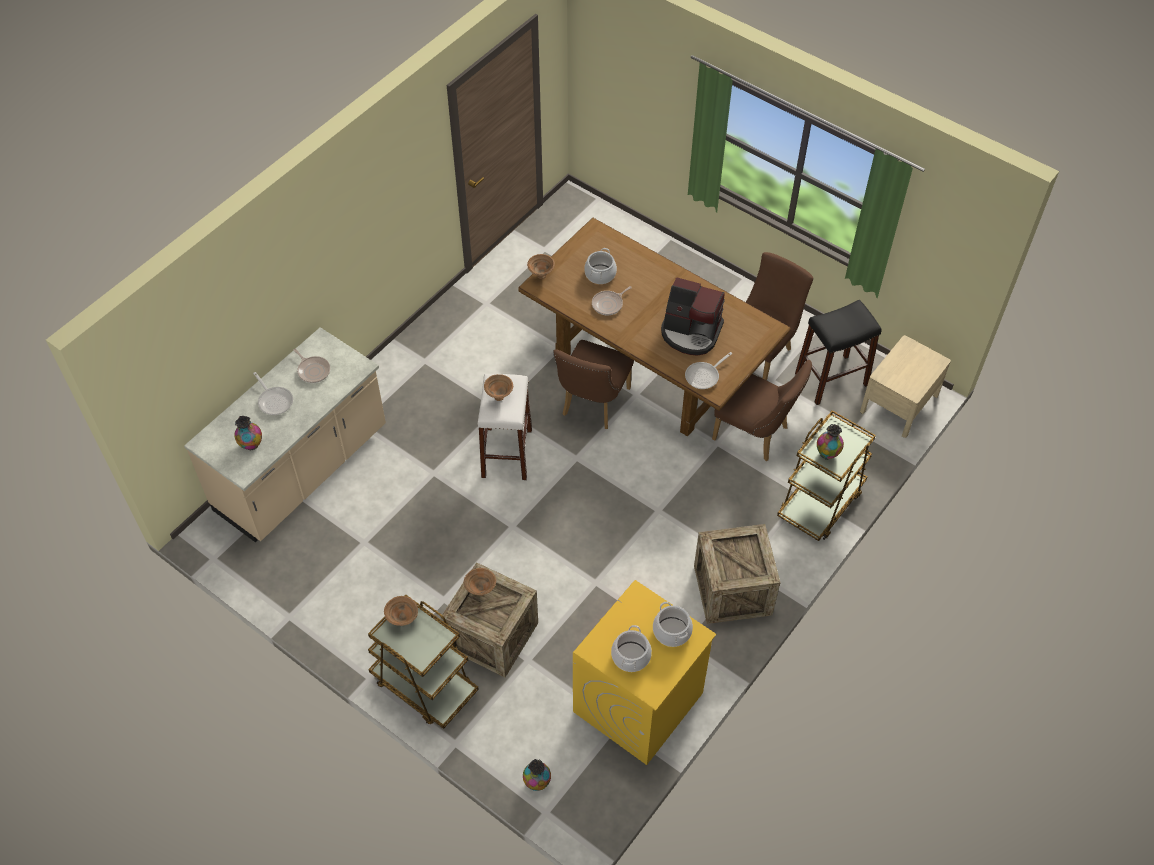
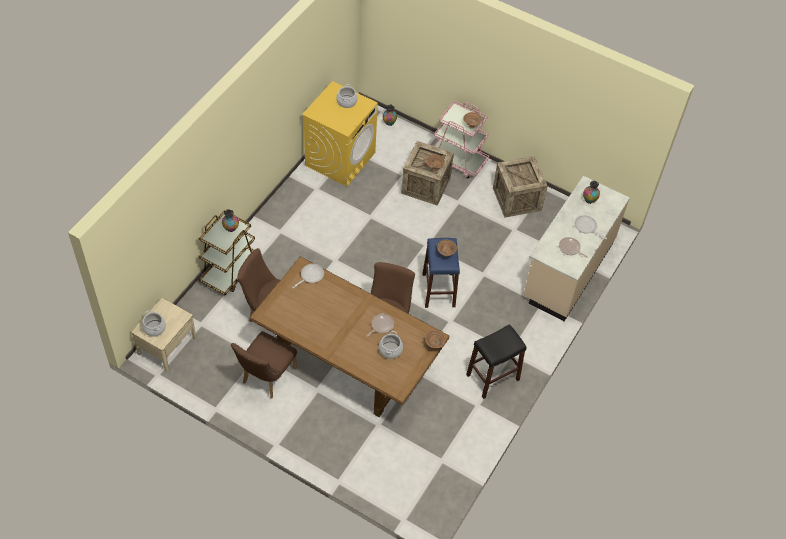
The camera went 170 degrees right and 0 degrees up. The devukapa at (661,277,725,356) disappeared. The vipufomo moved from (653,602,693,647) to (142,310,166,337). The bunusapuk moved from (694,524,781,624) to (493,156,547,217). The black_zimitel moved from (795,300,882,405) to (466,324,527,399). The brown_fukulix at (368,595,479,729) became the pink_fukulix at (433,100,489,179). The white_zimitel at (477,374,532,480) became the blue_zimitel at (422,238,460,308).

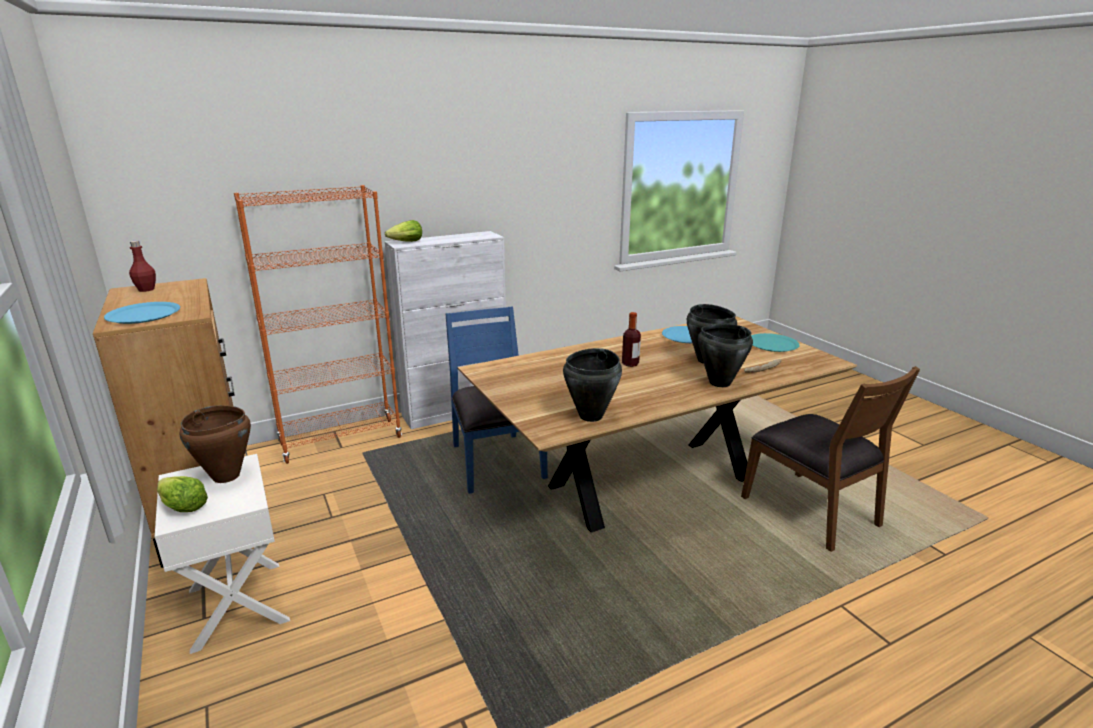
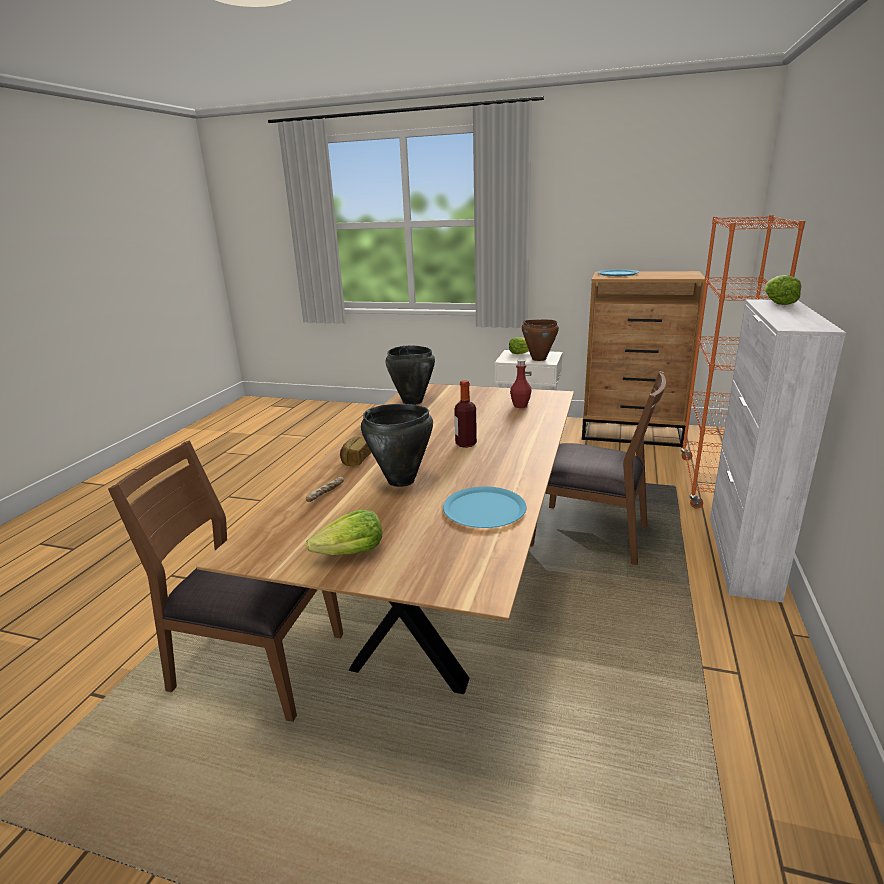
The camera went 135 degrees right and 0 degrees up. The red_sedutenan moved from (129,241,156,292) to (510,360,532,408). The black_vipufomo at (698,324,753,387) was replaced by the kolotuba at (340,436,371,466). The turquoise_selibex at (751,333,800,352) was replaced by the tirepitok at (306,510,382,555). The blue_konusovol at (445,306,548,493) became the brown_konusovol at (530,371,666,565).

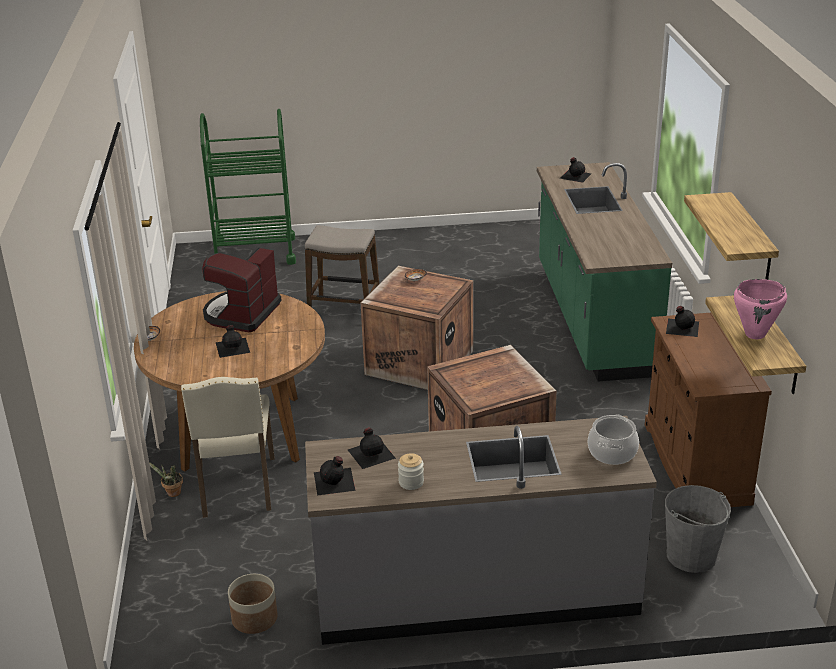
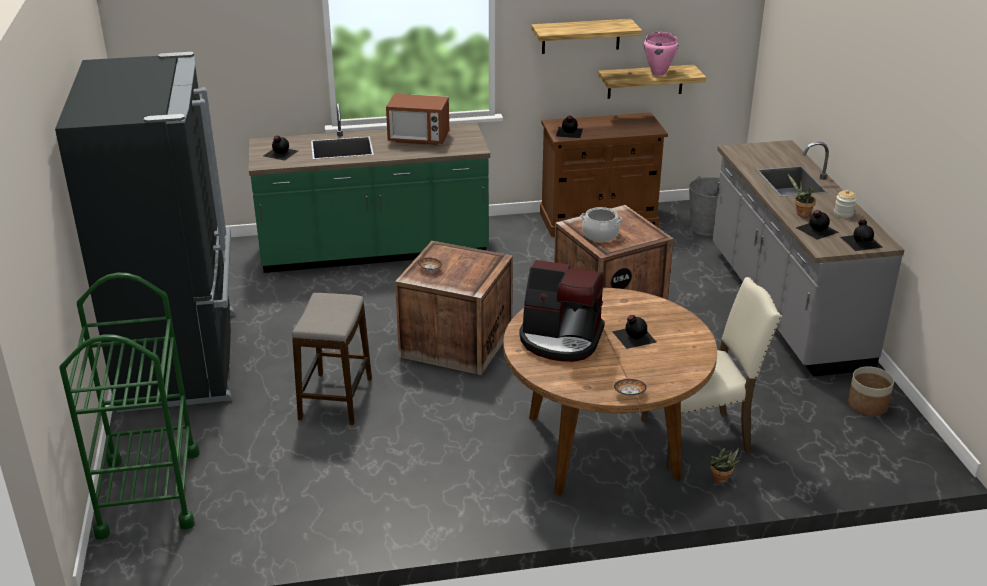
The camera went 95 degrees left and 0 degrees up. The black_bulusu at (55,52,235,412) appeared. The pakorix at (386,94,449,145) appeared. The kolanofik at (787,173,816,217) appeared. The vipufomo moved from (588,414,639,465) to (580,207,623,242).

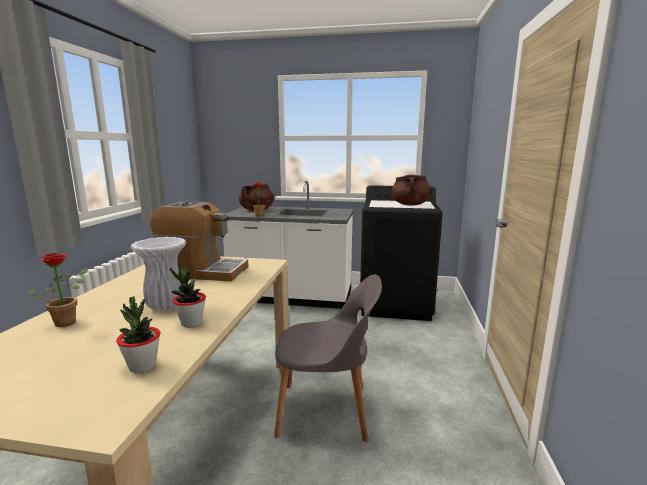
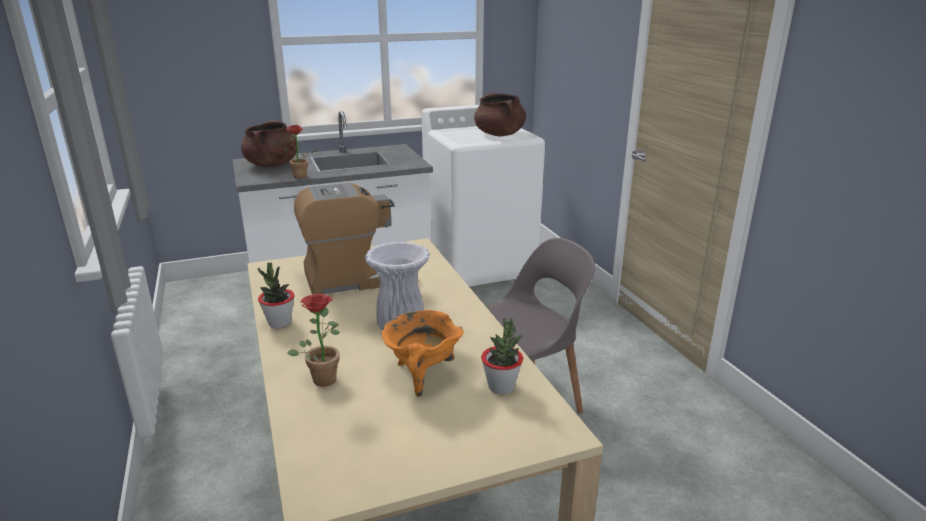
The camera went 30 degrees left and 10 degrees up. The orange_vipufomo at (382,310,464,397) appeared. The kolanofik moved from (170,266,206,328) to (258,262,294,328). The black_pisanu at (360,185,443,321) became the white_pisanu at (422,105,545,286).

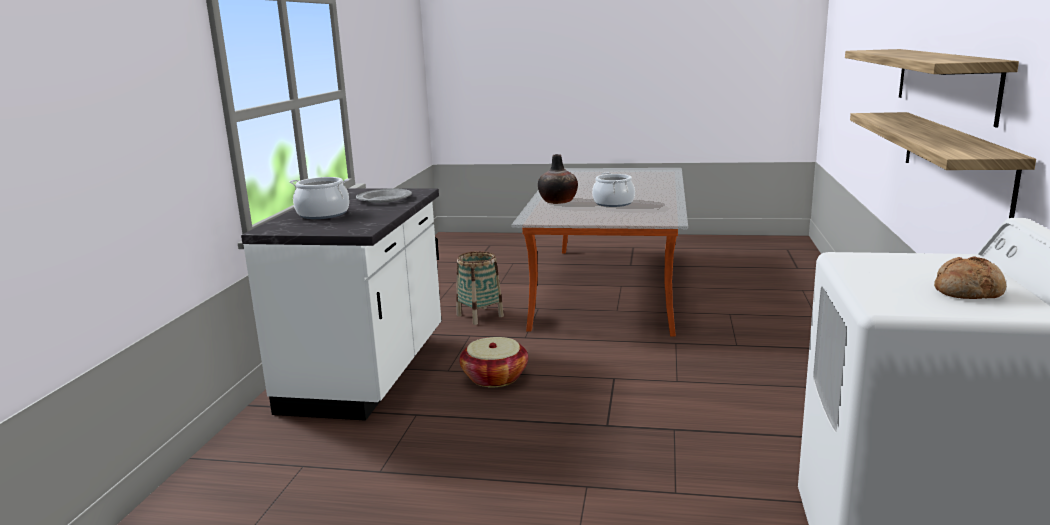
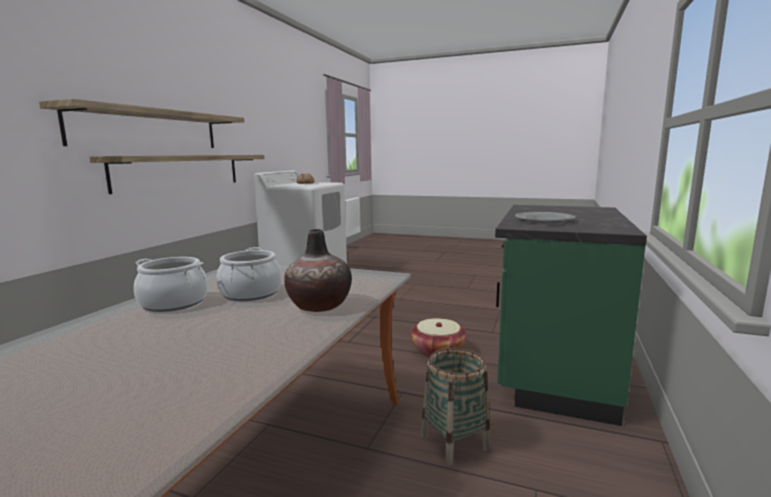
The camera went 170 degrees left and 5 degrees down. The vipufomo moved from (289,177,349,219) to (134,257,208,312). The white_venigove at (241,189,441,421) became the green_venigove at (495,205,647,426).

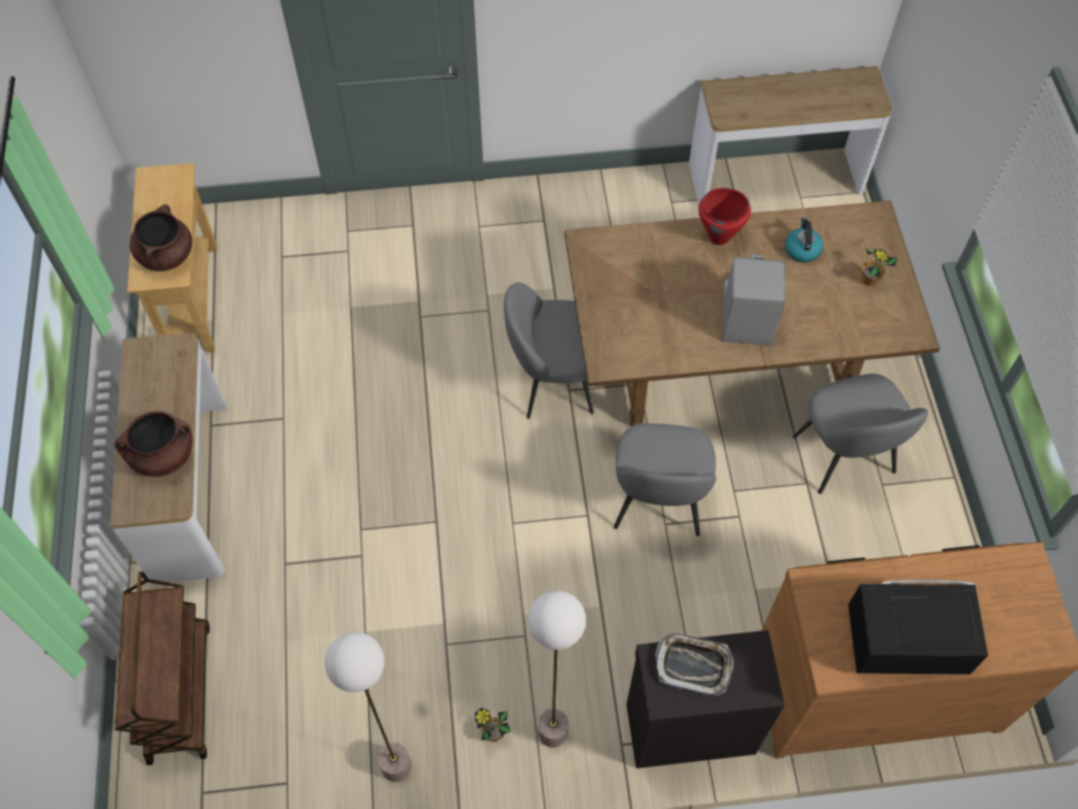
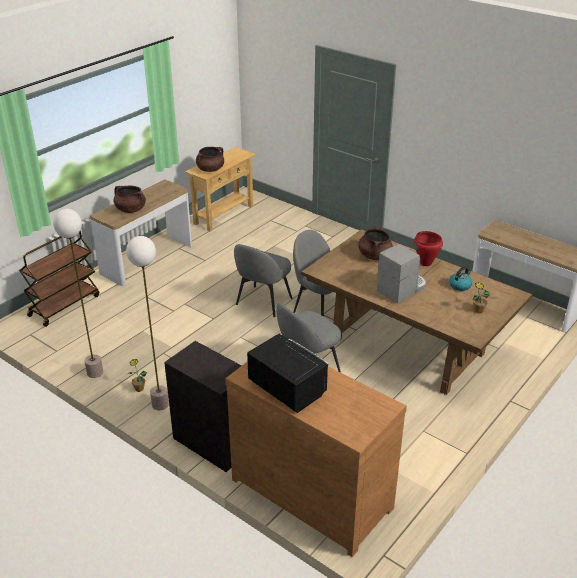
The camera went 45 degrees right and 25 degrees down. The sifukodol at (655,633,733,696) disappeared. The brown_vipufomo at (358,226,393,260) appeared. The grey_konusovol moved from (793,374,928,494) to (234,244,293,317).

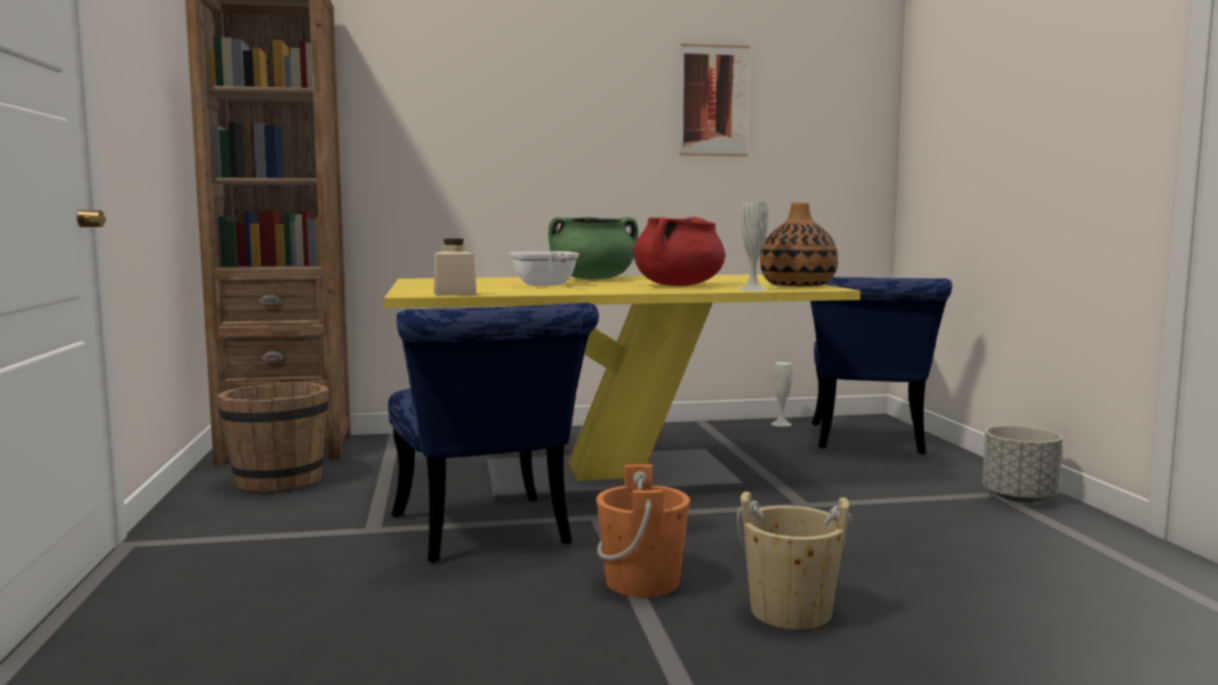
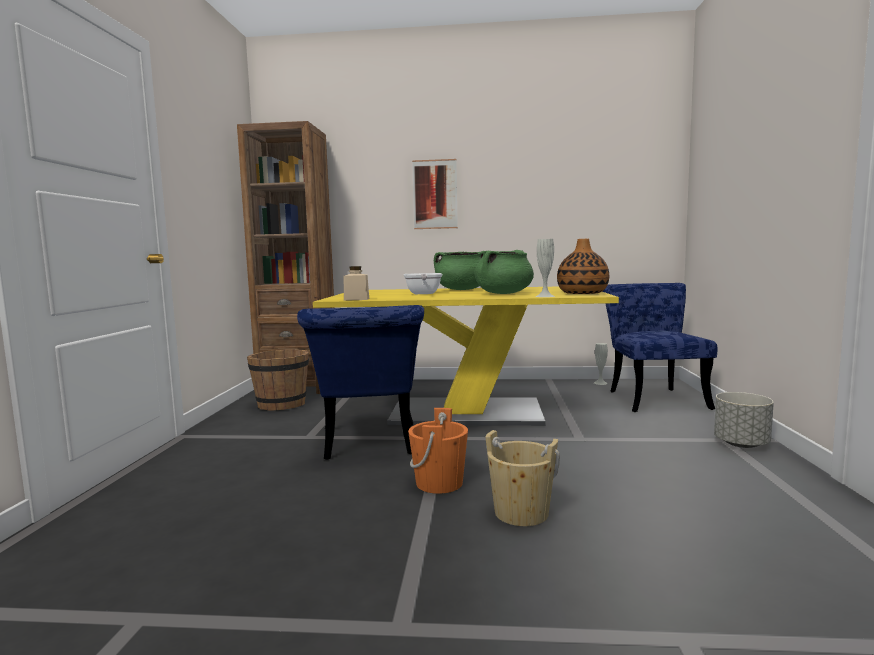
The camera went 15 degrees right and 0 degrees up. The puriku moved from (680,44,750,156) to (412,159,458,229). The red_vipufomo at (633,217,725,286) became the green_vipufomo at (475,250,534,294). The blue_konusovol at (810,277,952,454) turned 150 degrees clockwise.

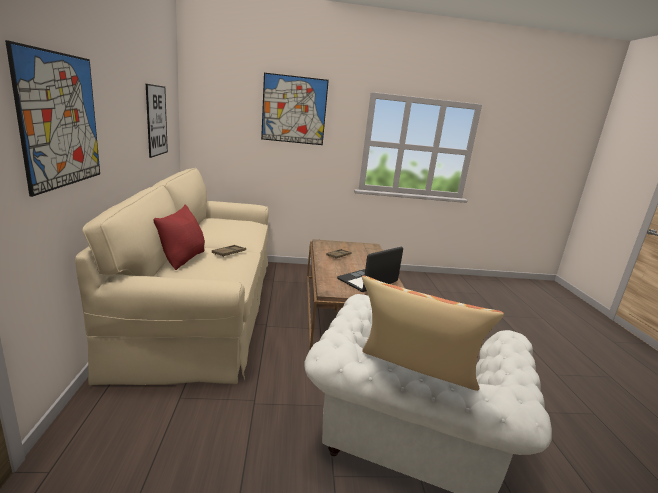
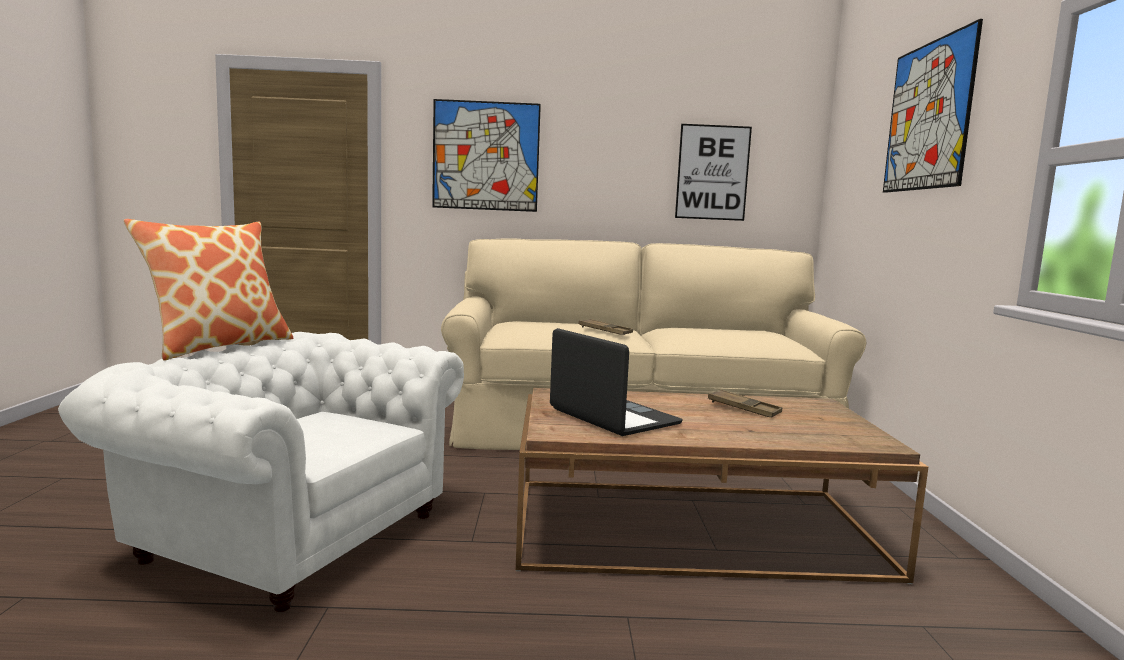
The camera went 95 degrees right and 10 degrees down. The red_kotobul at (153,205,205,270) disappeared.

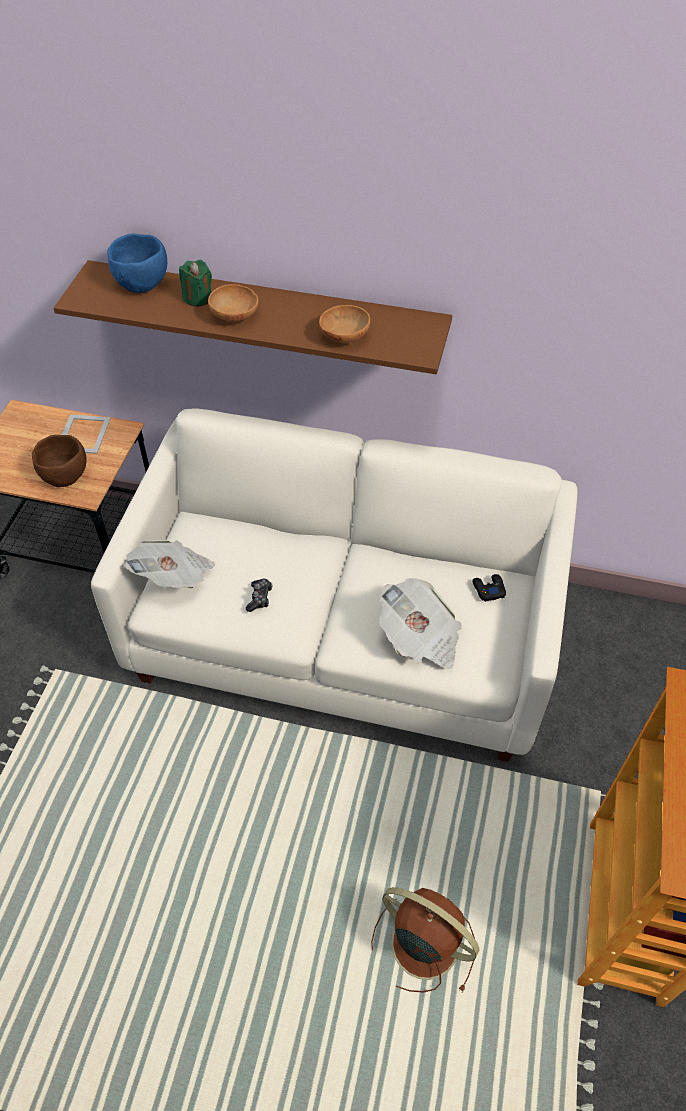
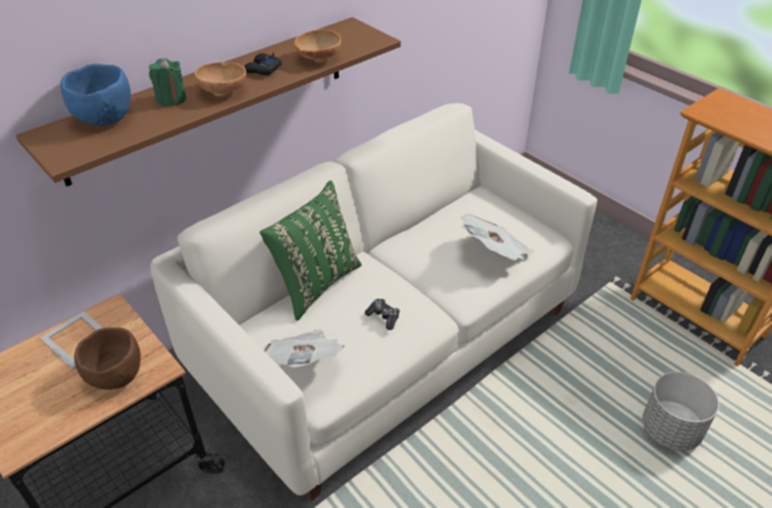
The camera went 55 degrees left and 10 degrees down. The green_kotobul at (260,181,362,321) appeared. The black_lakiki moved from (472,574,506,602) to (244,53,282,75). The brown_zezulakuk at (371,887,480,993) was replaced by the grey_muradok at (642,372,719,451).

